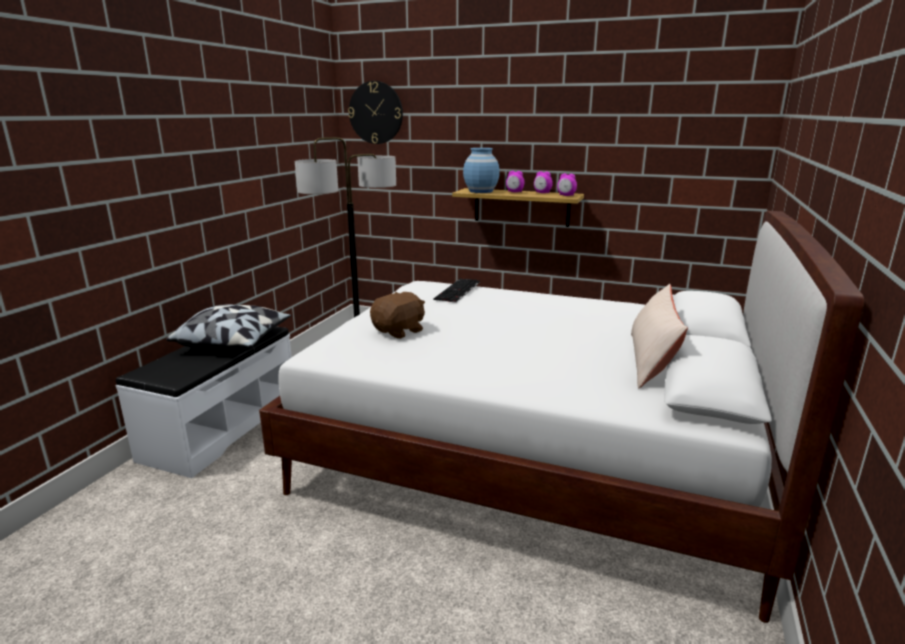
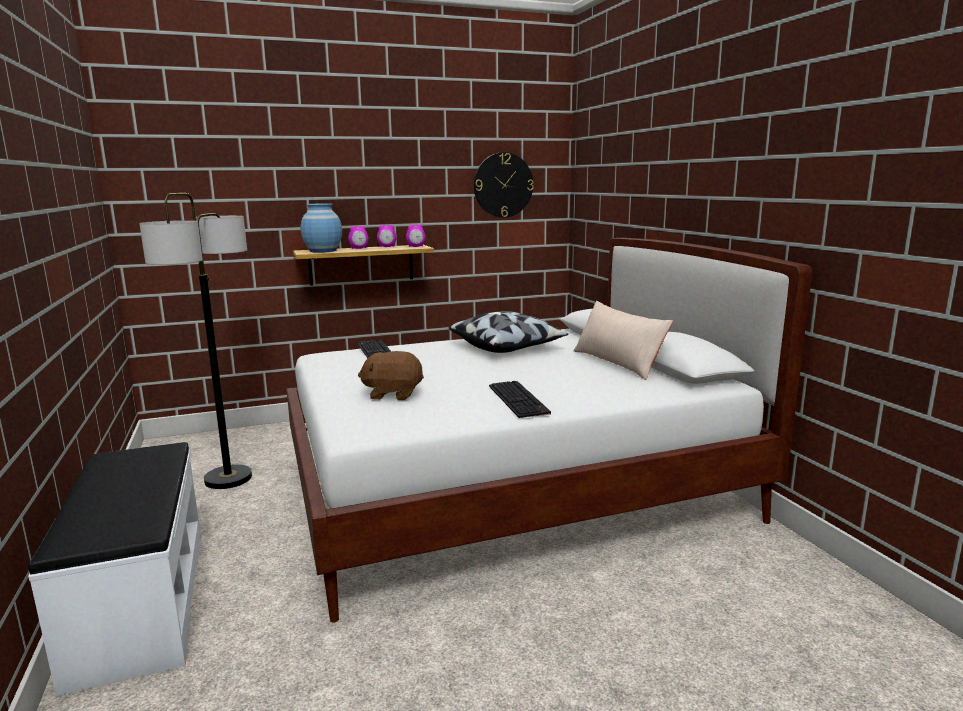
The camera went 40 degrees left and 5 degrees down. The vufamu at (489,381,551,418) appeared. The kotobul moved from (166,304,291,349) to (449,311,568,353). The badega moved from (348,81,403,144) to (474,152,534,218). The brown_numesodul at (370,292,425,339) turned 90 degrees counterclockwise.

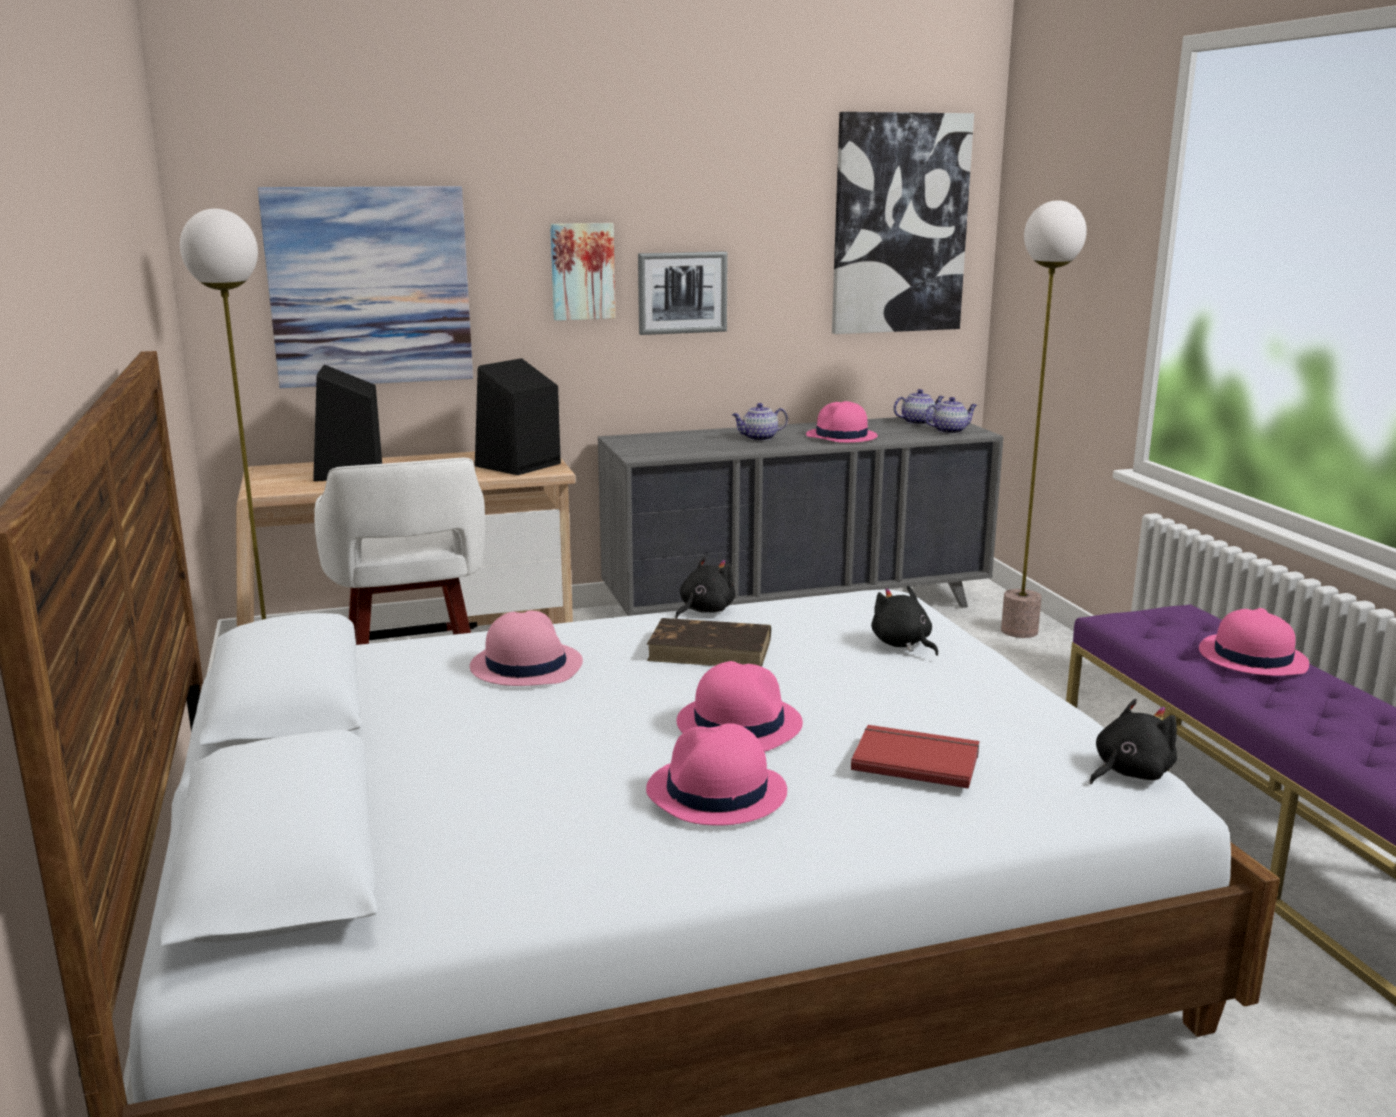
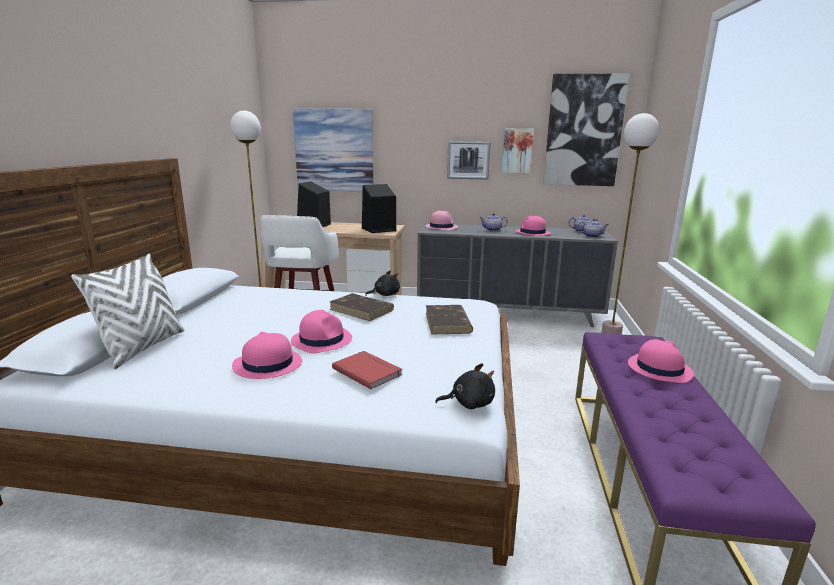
The camera went 25 degrees right and 0 degrees up. The white_kotobul at (71,254,185,369) appeared. The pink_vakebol moved from (470,611,583,686) to (425,210,458,230). The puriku moved from (550,223,615,321) to (502,129,534,173). The black_numesodul at (871,585,938,656) was replaced by the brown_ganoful at (426,305,473,334).

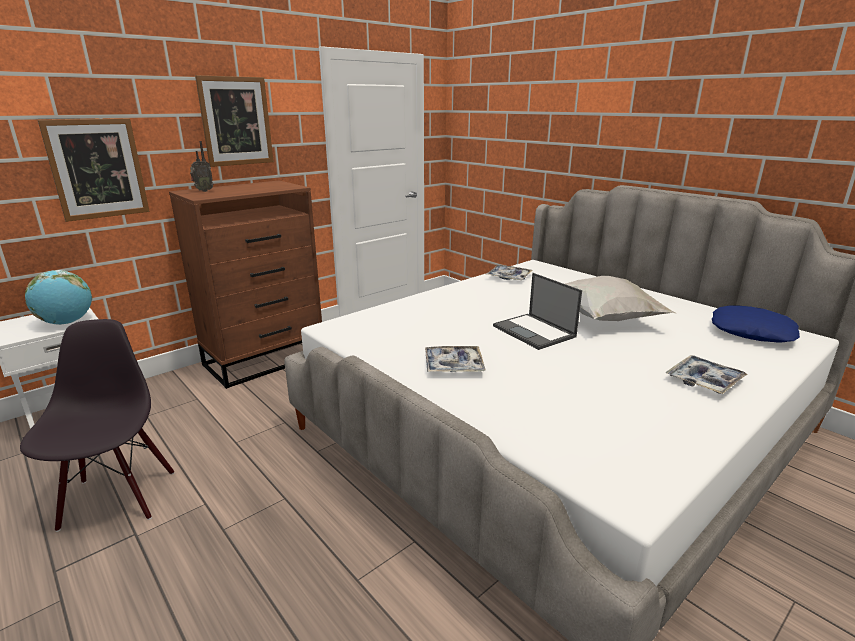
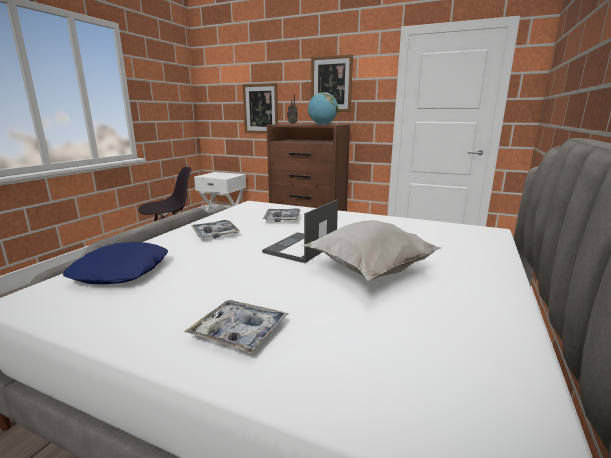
The camera went 65 degrees right and 5 degrees down. The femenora moved from (25,270,92,325) to (308,92,338,125). The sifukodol moved from (486,265,532,280) to (263,209,301,222). The blue_kotobul moved from (712,306,800,343) to (63,242,168,284).

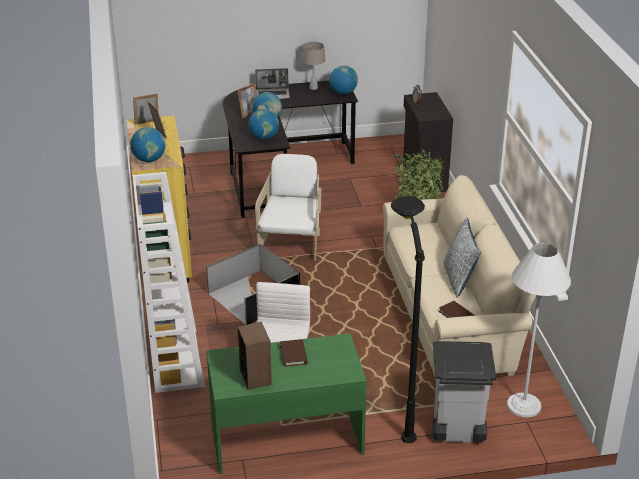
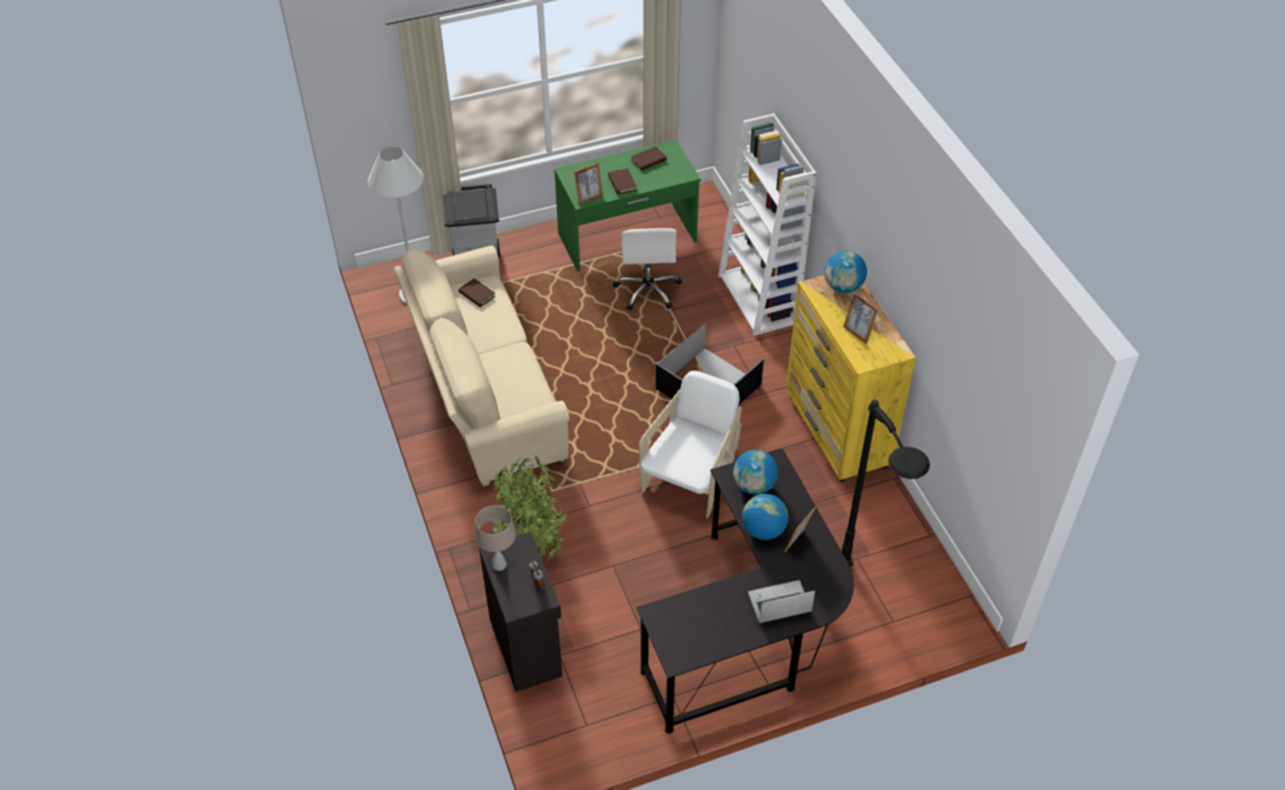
The camera went 170 degrees right and 15 degrees up. The femenora at (329,66,358,94) disappeared. The kotobul at (444,217,481,298) disappeared. The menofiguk moved from (133,94,158,125) to (574,163,603,205). The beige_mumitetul moved from (302,41,325,90) to (475,505,516,571). The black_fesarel moved from (391,196,425,443) to (842,400,930,568). The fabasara at (238,322,272,390) was replaced by the brown_ganoful at (631,146,667,171). The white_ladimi at (255,154,321,261) turned 150 degrees counterclockwise.

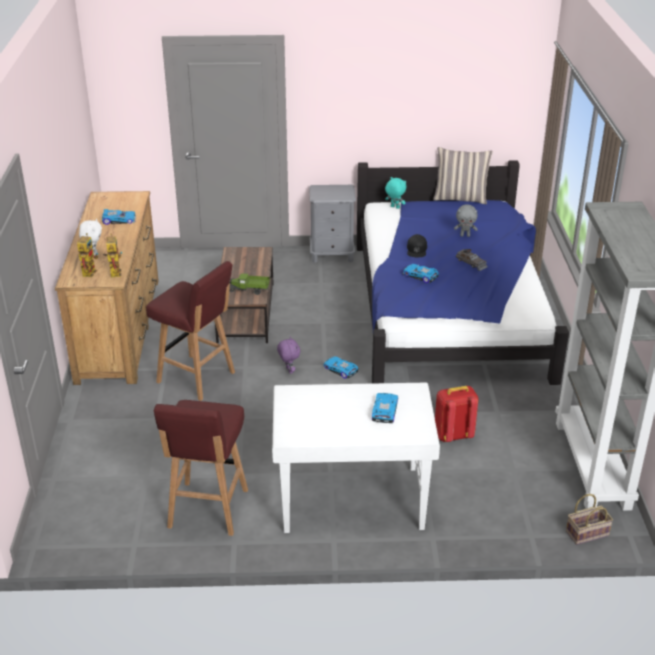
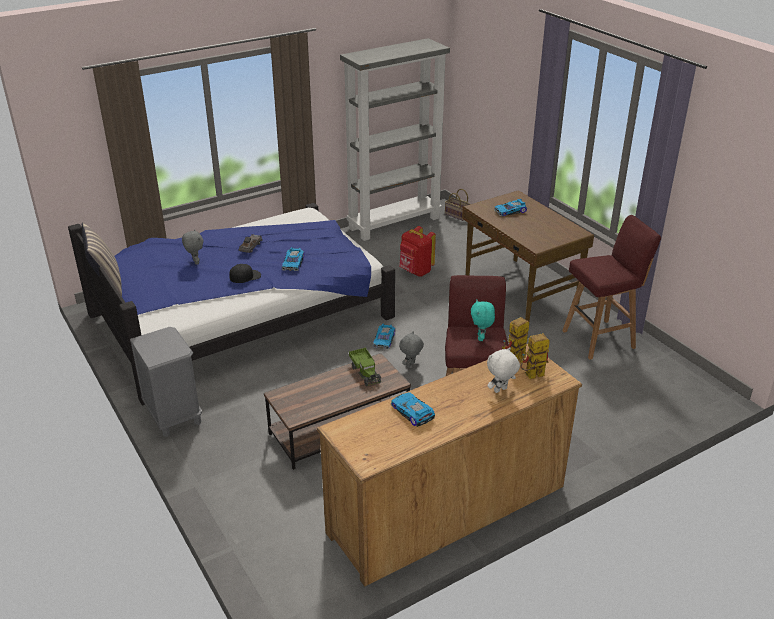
The camera went 120 degrees left and 0 degrees up. The turquoise_numesodul moved from (385,177,406,209) to (471,300,495,341). The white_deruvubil at (272,383,440,533) became the brown_deruvubil at (462,190,594,321). The purple_numesodul at (277,337,300,374) became the grey_numesodul at (399,331,424,368).

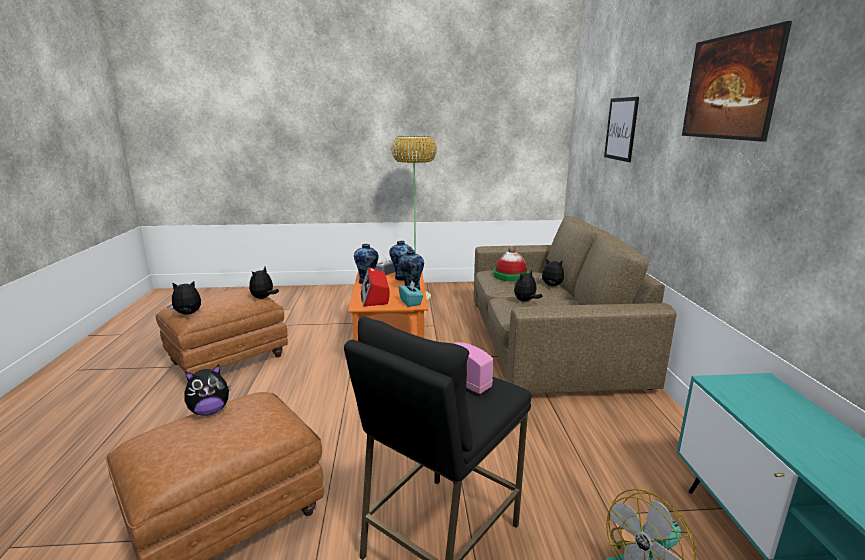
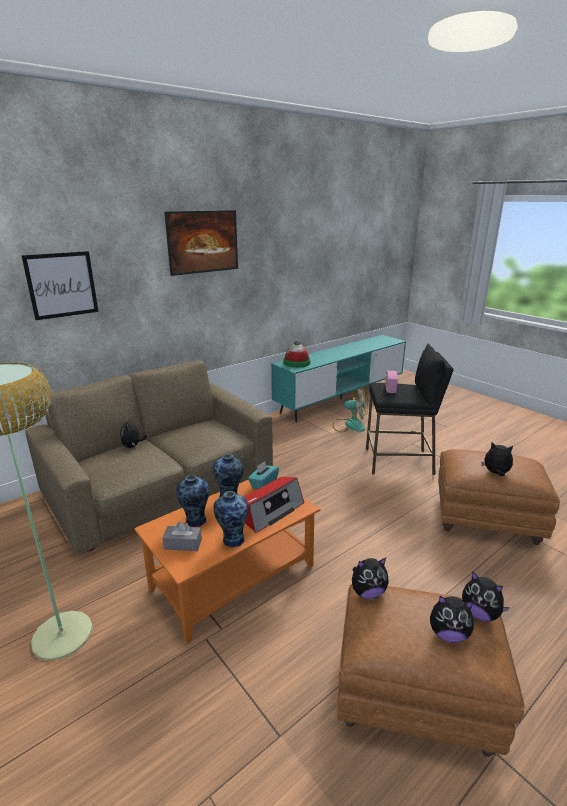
The camera went 125 degrees left and 5 degrees up. The vakebol moved from (494,246,529,282) to (283,340,310,368). The numesodul moved from (514,269,543,302) to (430,596,475,643).

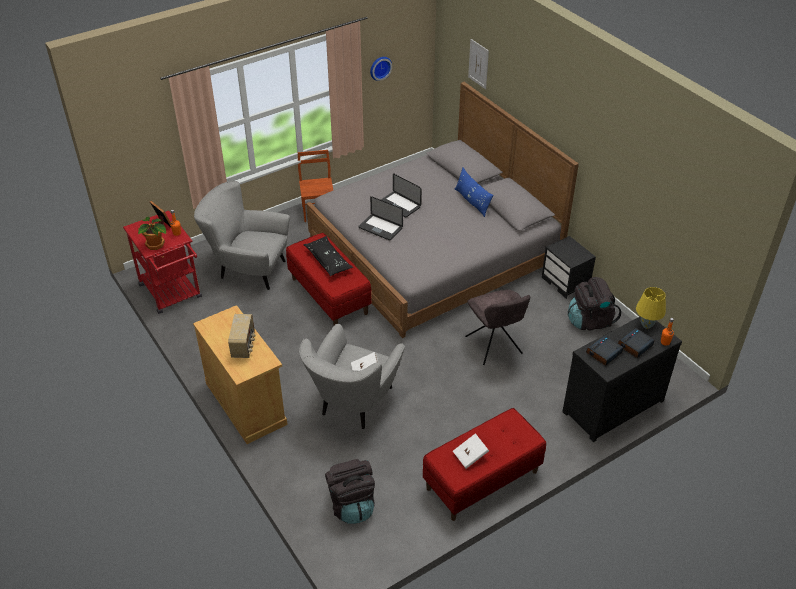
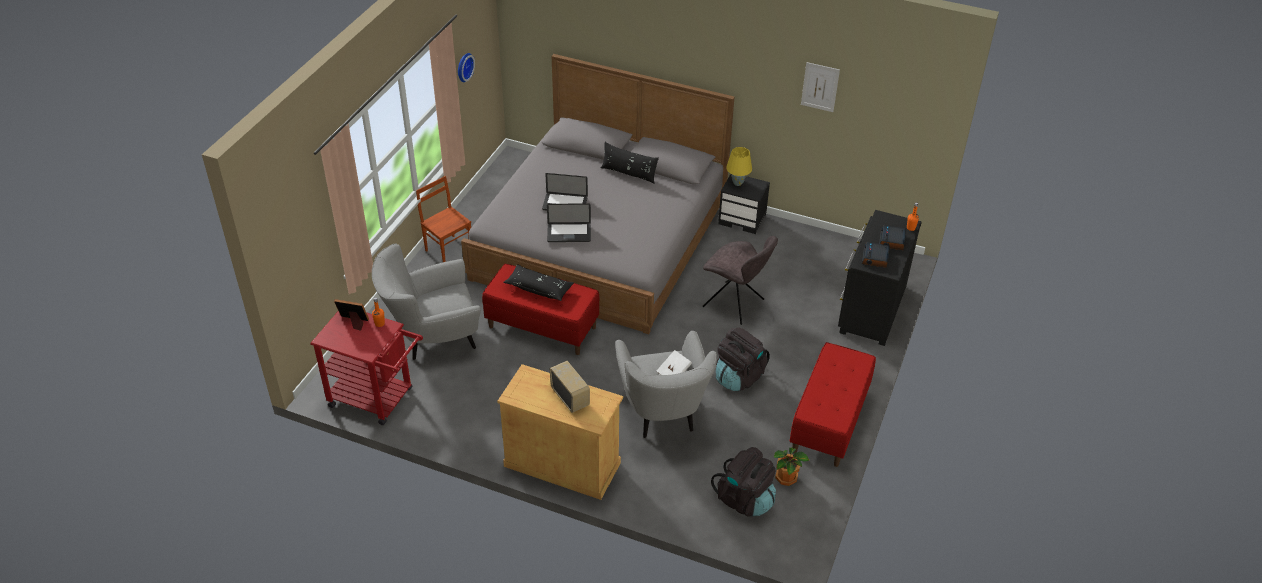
The camera went 35 degrees left and 0 degrees up. The white_ganoful at (453,433,489,469) disappeared. The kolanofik moved from (138,217,166,250) to (774,448,809,486). The puriku moved from (468,39,489,89) to (801,62,840,112). The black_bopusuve moved from (568,277,621,330) to (716,328,770,391). The yellow_mumitetul moved from (636,287,666,329) to (726,147,752,186). The blue_kotobul at (455,167,493,217) became the black_kotobul at (601,142,659,184).

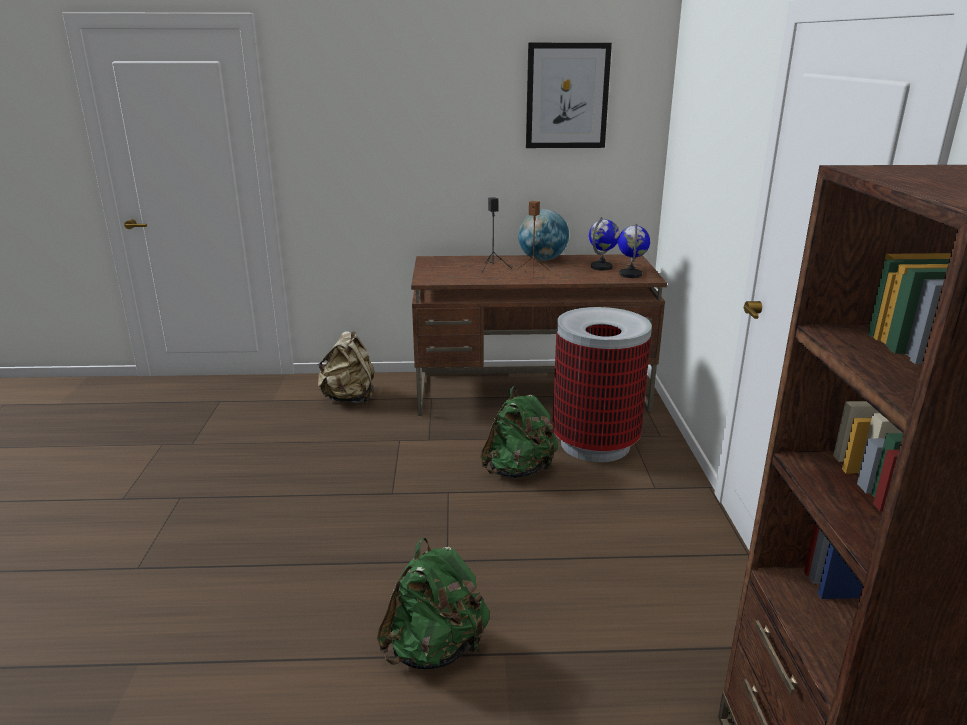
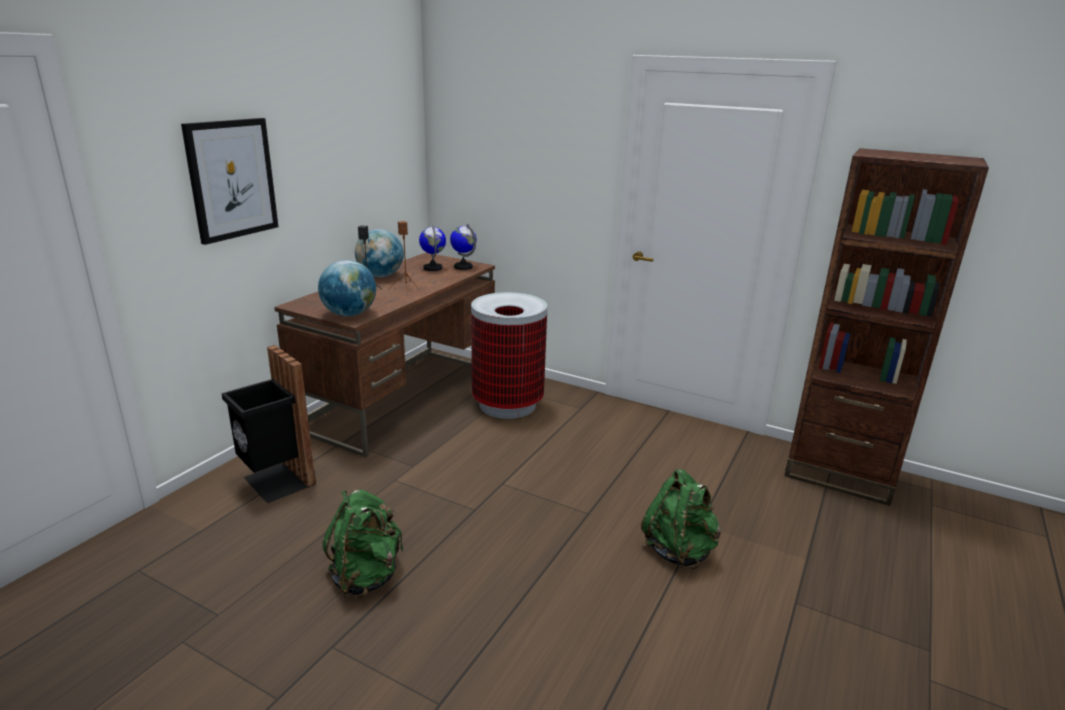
The camera went 60 degrees left and 0 degrees up. The femenora at (318,260,376,316) appeared. The green_bopusuve moved from (480,386,558,478) to (322,490,404,598). The puriku moved from (526,43,612,148) to (181,118,278,245). The beige_bopusuve at (317,331,375,403) was replaced by the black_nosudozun at (221,345,316,503).

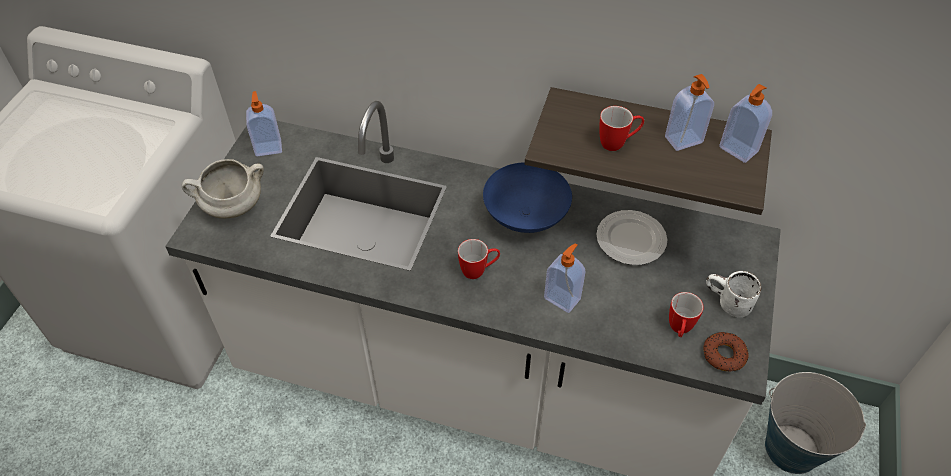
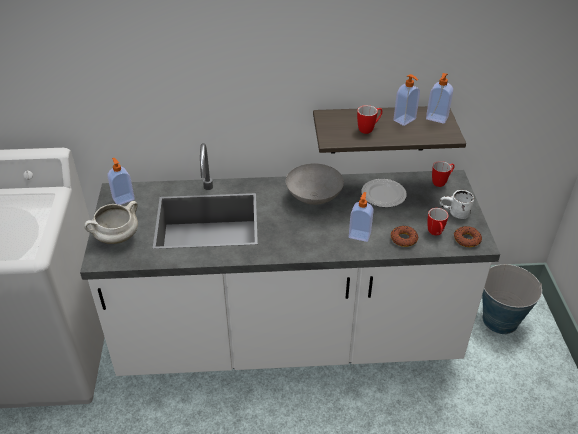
The camera went 20 degrees left and 10 degrees down. The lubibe at (391,226,418,247) appeared. The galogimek moved from (458,239,500,279) to (432,161,455,187). The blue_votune at (483,162,572,233) became the grey_votune at (286,164,344,205).

